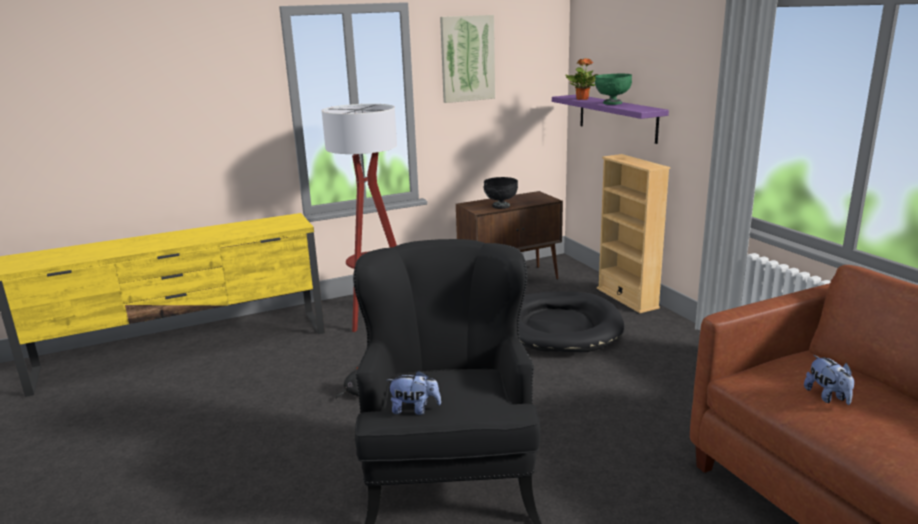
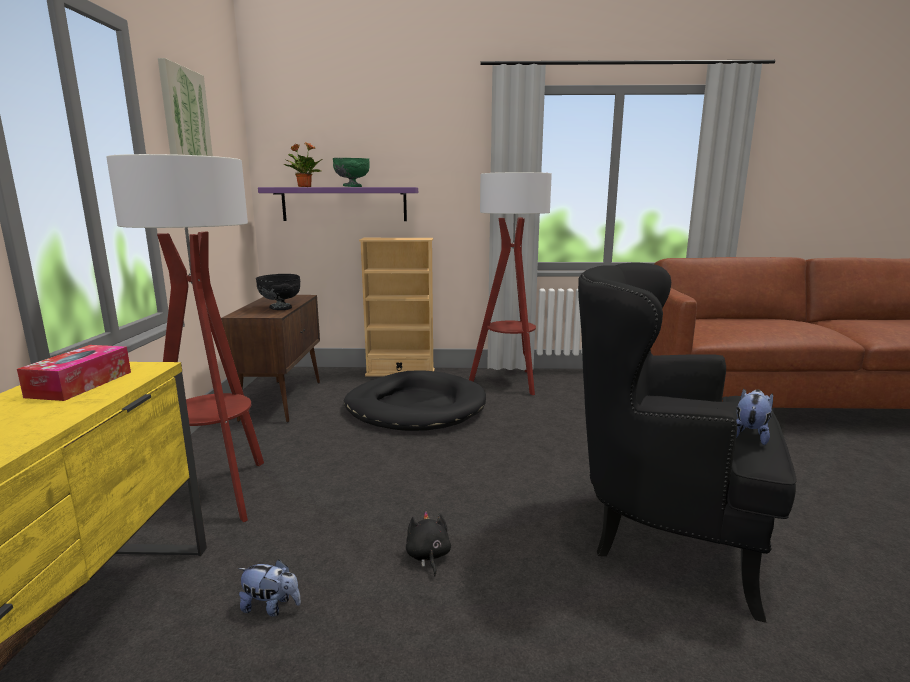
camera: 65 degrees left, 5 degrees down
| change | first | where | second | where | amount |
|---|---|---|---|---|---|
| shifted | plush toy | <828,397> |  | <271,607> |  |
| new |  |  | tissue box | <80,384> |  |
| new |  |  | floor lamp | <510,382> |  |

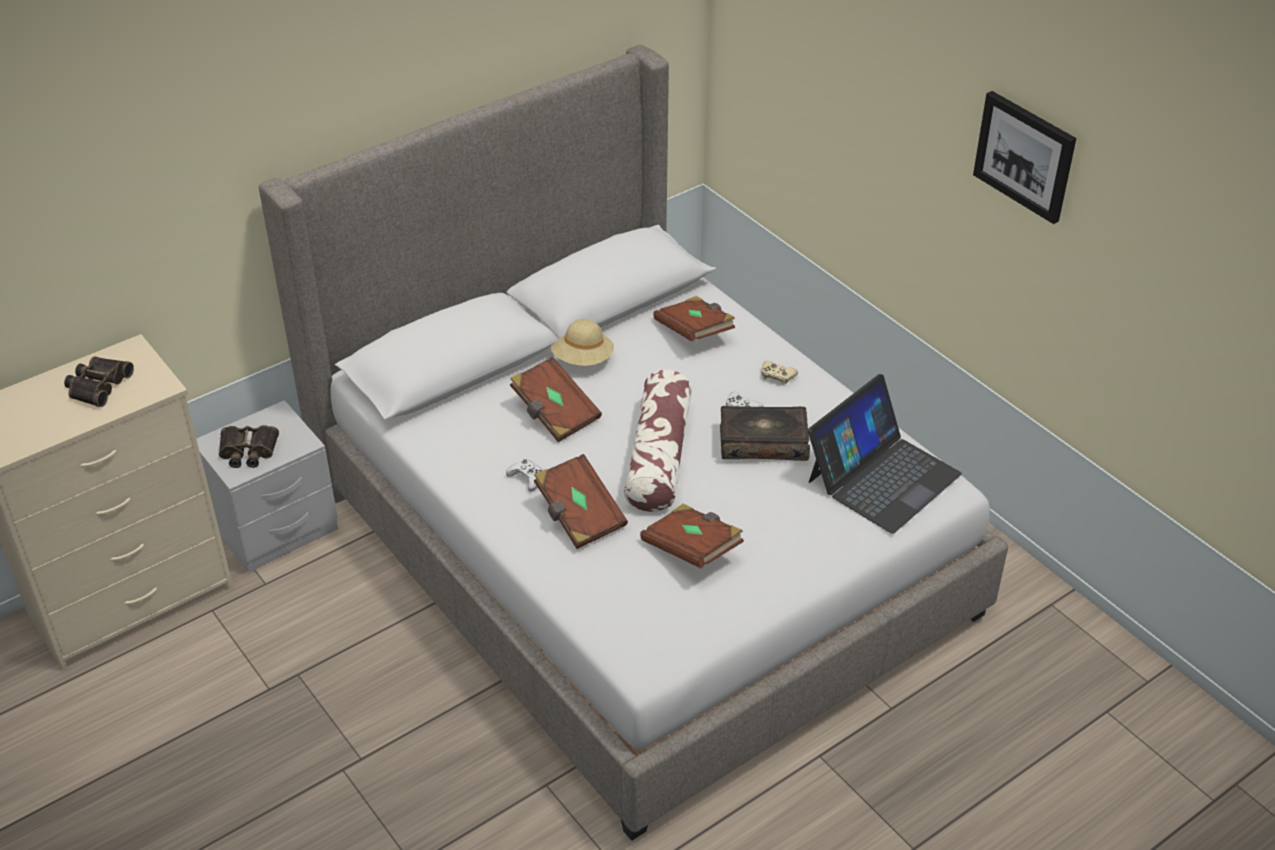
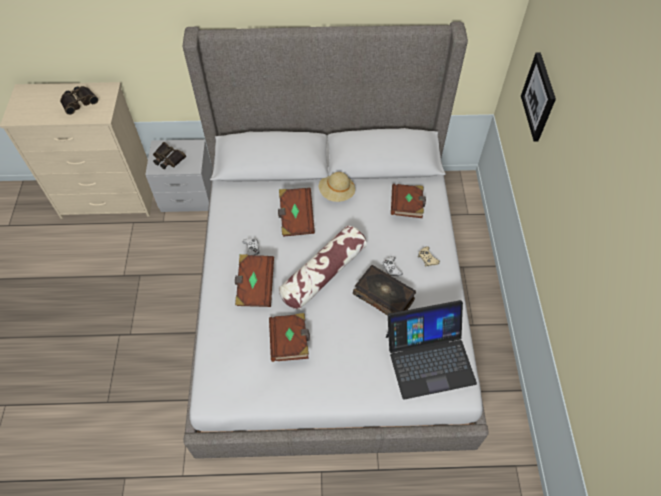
camera: 35 degrees right, 15 degrees up
| change | first | where | second | where | amount |
|---|---|---|---|---|---|
| shifted | picture | <1025,156> |  | <539,97> |  |

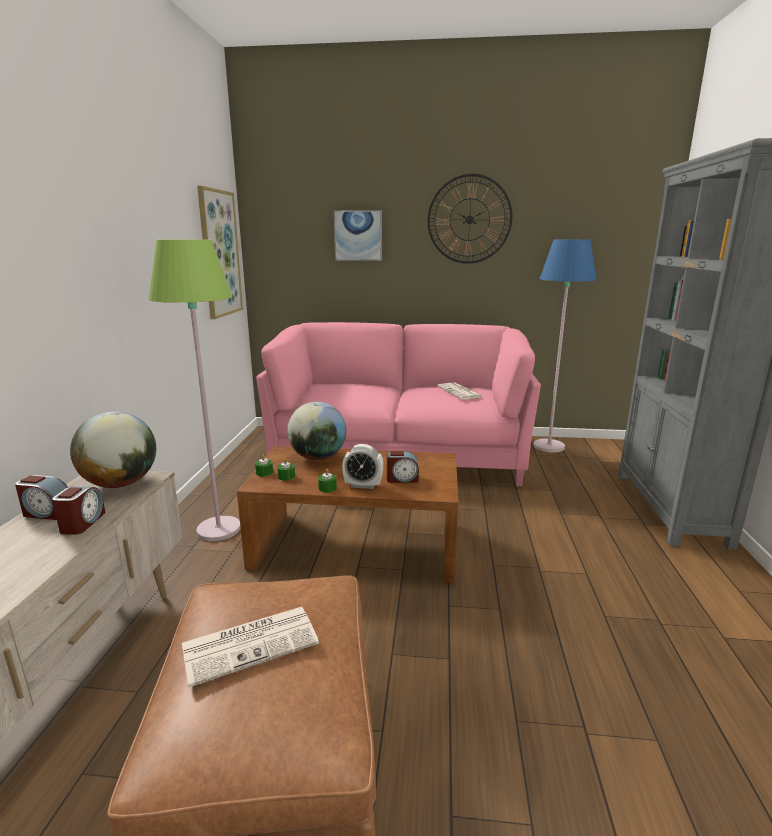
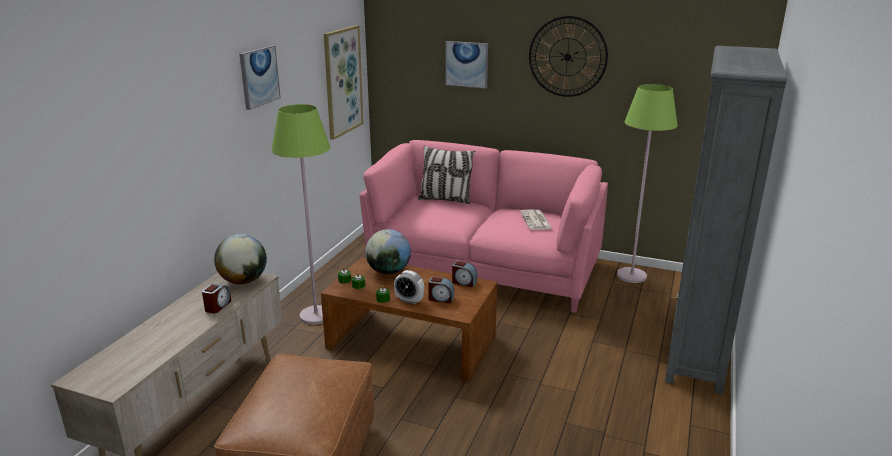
camera: 15 degrees right, 5 degrees up
| change | first | where | second | where | amount |
|---|---|---|---|---|---|
| shifted | alarm clock | <47,513> |  | <464,282> |  |
| gone | newspaper | <251,643> |  |  |  |
| repainted | floor lamp/blue | <549,446> | floor lamp/green | <631,276> |  |
| new |  |  | picture | <259,76> |  |
| new |  |  | pillow | <445,200> |  |

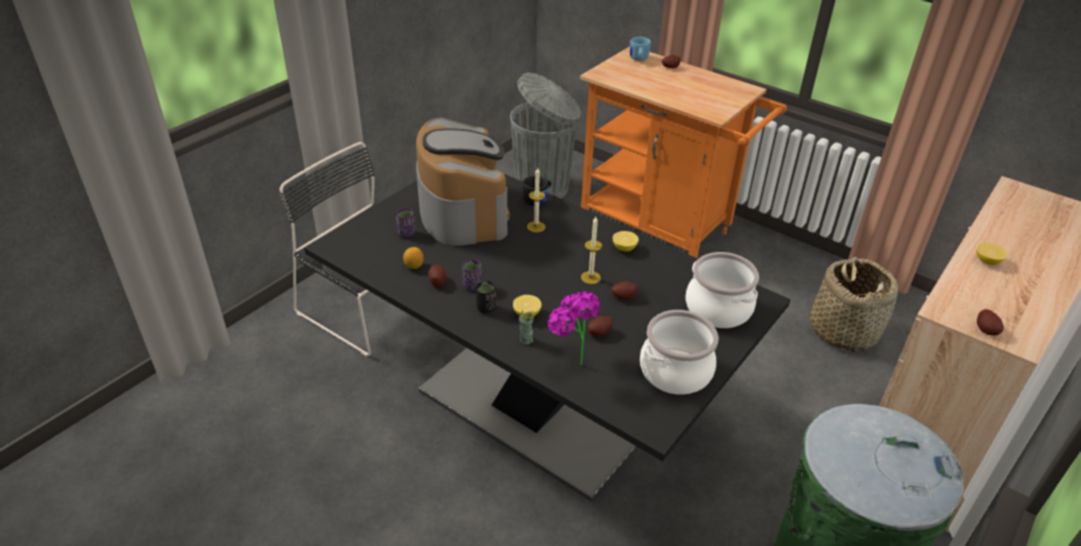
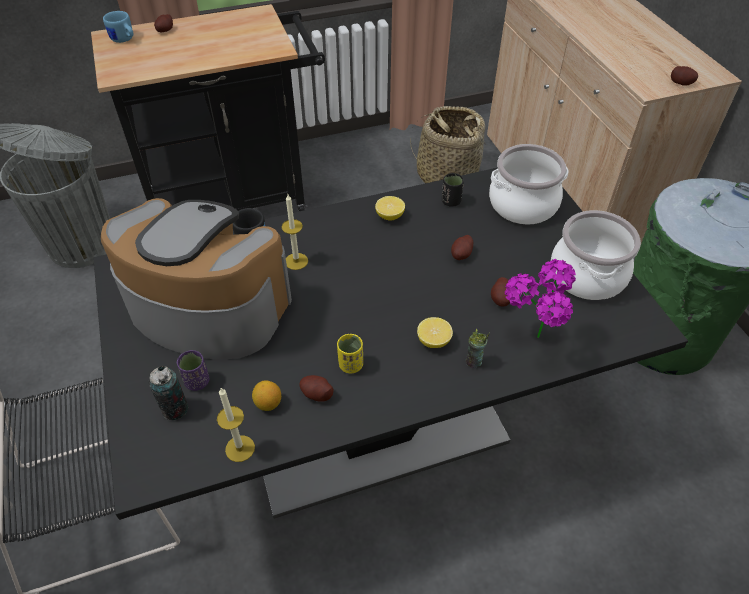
camera: 55 degrees left, 10 degrees up
| change | first | where | second | where | amount |
|---|---|---|---|---|---|
| repainted | cup/purple | <472,286> | cup/yellow | <350,365> |  |
| shifted | cup/black | <486,308> |  | <451,201> |  |
| repainted | cart/orange | <662,230> | cart/black | <238,200> |  |
| shifted | candle | <590,277> |  | <240,448> |  |
| gone | lemon | <987,261> |  |  |  |
| new |  |  | can | <175,409> |  |

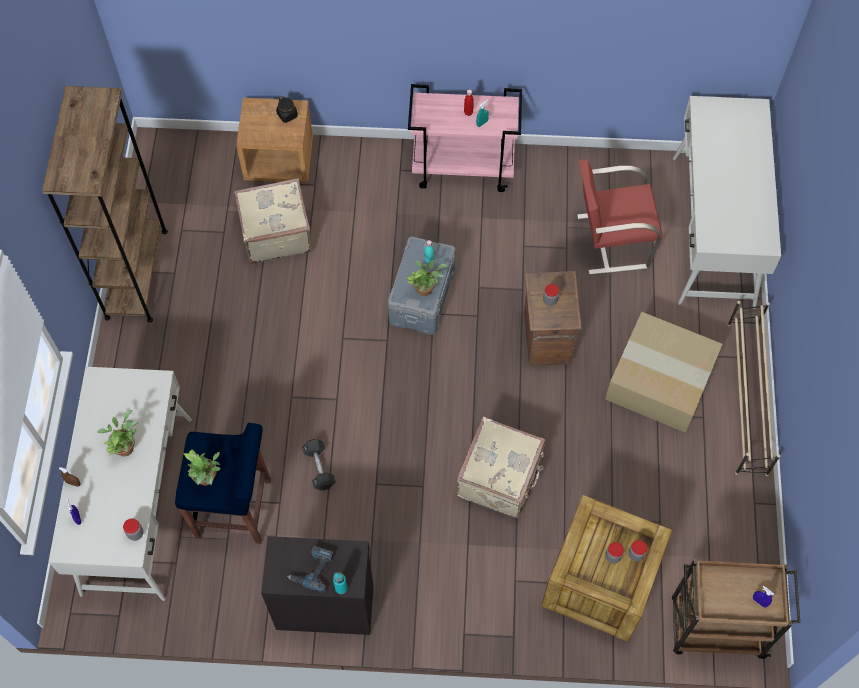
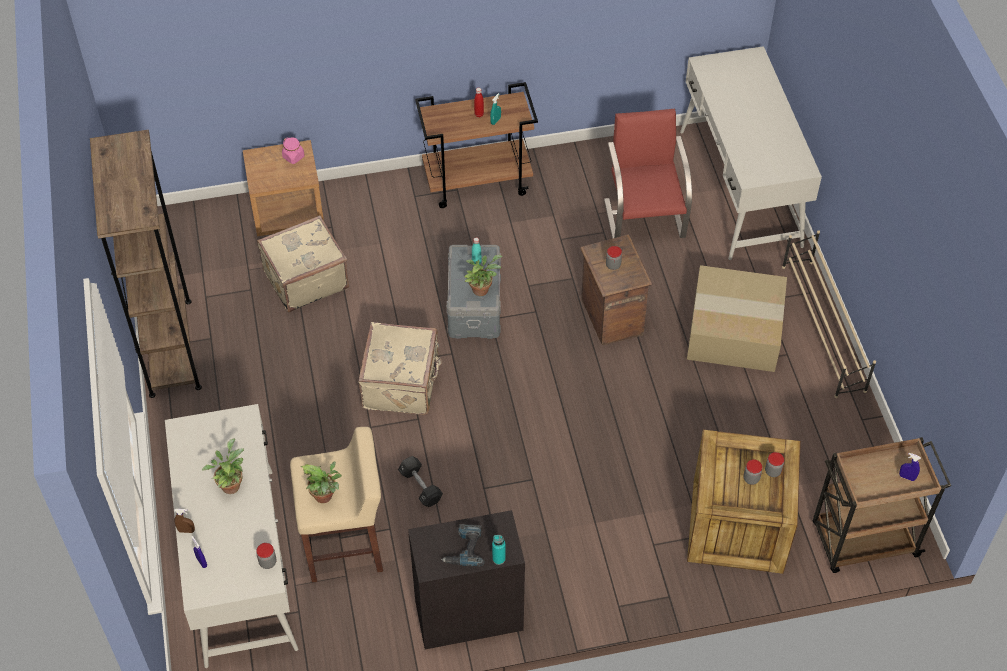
camera: 15 degrees left, 10 degrees down
| change | first | where | second | where | amount |
|---|---|---|---|---|---|
| repainted | stool/blue | <235,509> | stool/beige | <345,545> |  |
| repainted | jar/black | <287,115> | jar/pink | <293,157> |  |
| repainted | cart/pink | <464,168> | cart/brown | <478,181> |  |
| shifted | suitcase/beige | <501,477> |  | <402,383> |  |
| rotated | chair/red | <610,241> |  | <644,217> | 105 degrees clockwise |

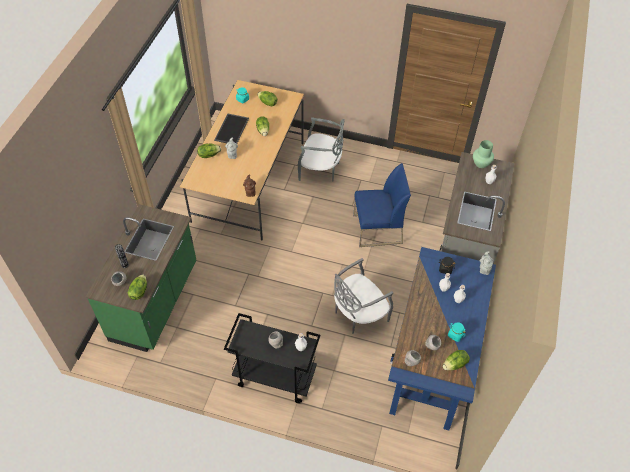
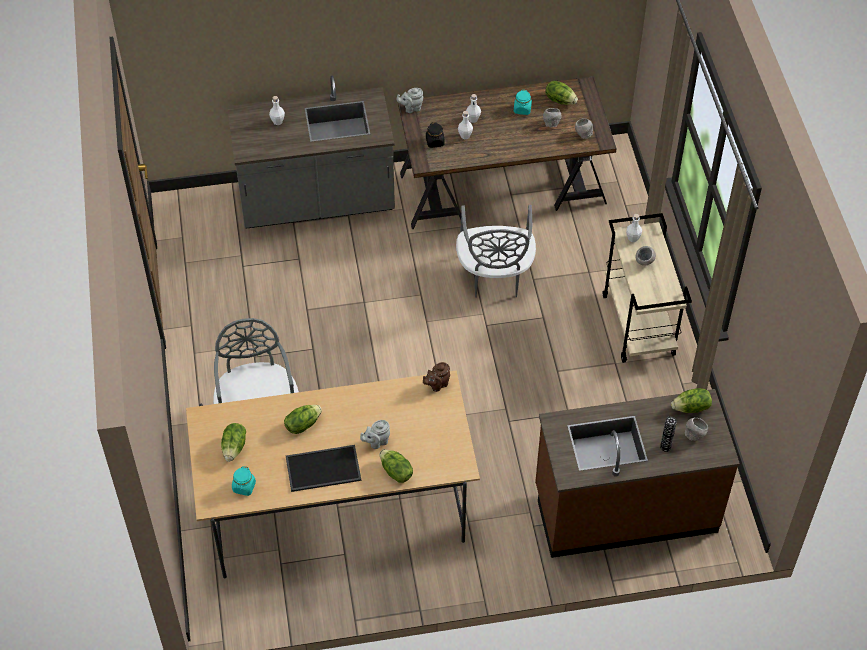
camera: 115 degrees left, 0 degrees up
| change | first | where | second | where | amount |
|---|---|---|---|---|---|
| repainted | counter/green | <155,302> | counter/brown | <625,509> |  |
| repainted | cart/black | <274,378> | cart/beige | <639,325> |  |
| rotated | chair/grey | <358,314> |  | <494,276> | 60 degrees clockwise |
| gone | chair/blue | <377,229> |  |  |  |
| repainted | desk/blue | <434,353> | desk/brown | <502,187> |  |
| gone | vase/green | <480,164> |  |  |  |

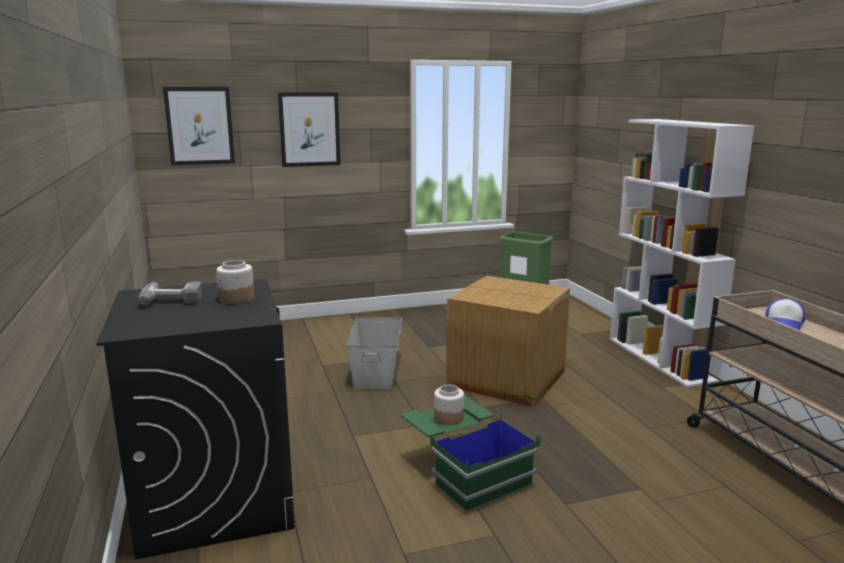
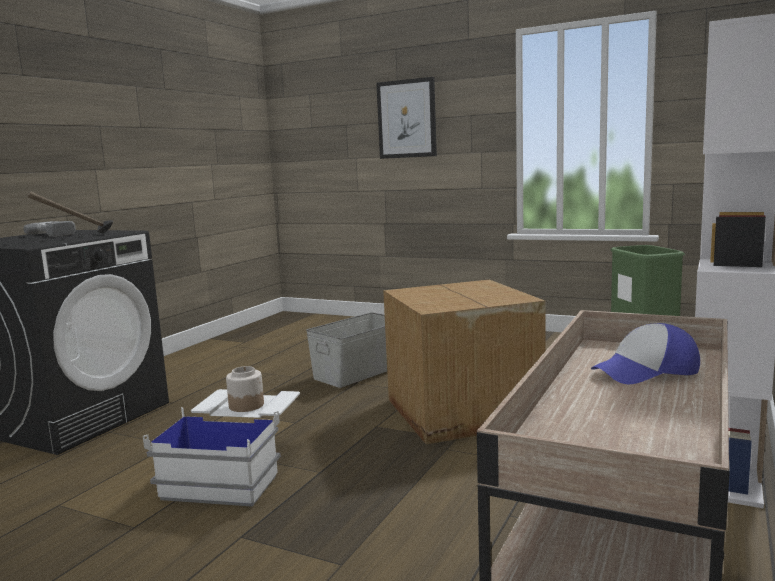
camera: 45 degrees right, 5 degrees down
| change | first | where | second | where | amount |
|---|---|---|---|---|---|
| gone | picture | <199,126> |  |  |  |
| swapped | jar | <236,299> | hammer | <78,237> |  |
| repainted | storage box/green | <465,471> | storage box/white | <236,470> |  |

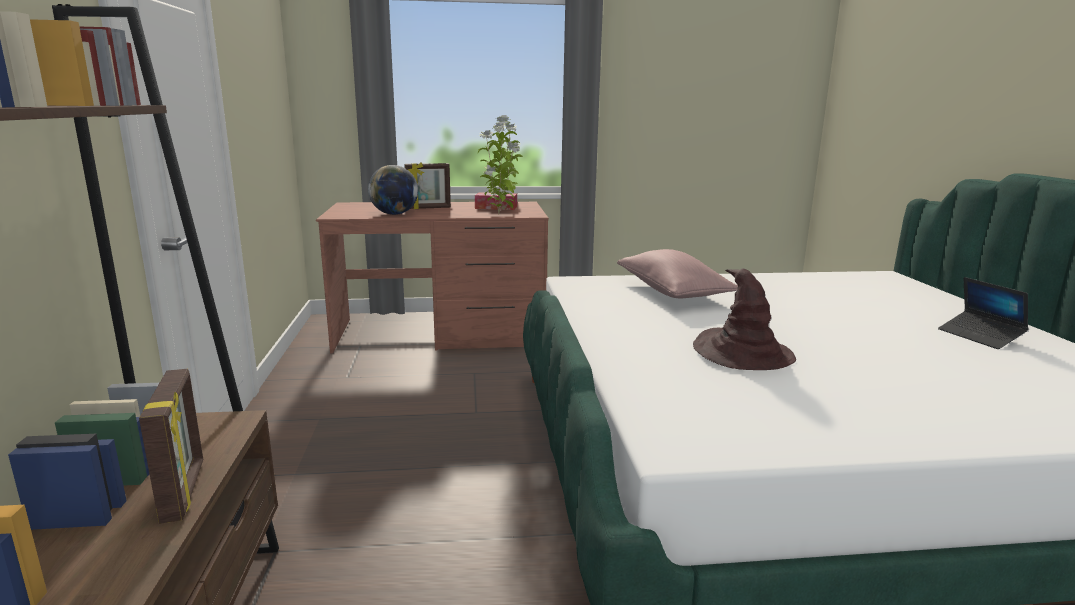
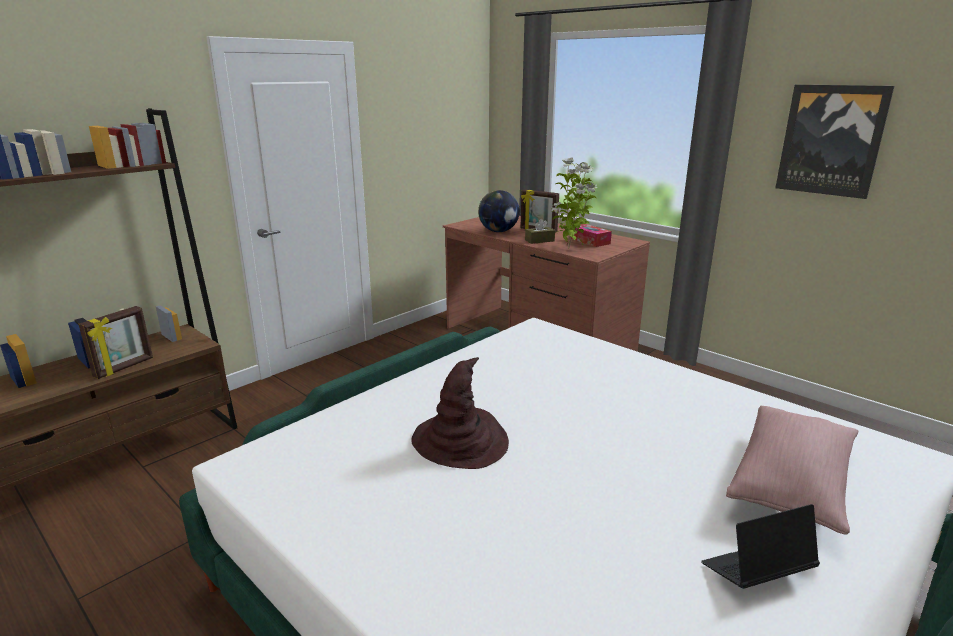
camera: 50 degrees right, 5 degrees up
| change | first | where | second | where | amount |
|---|---|---|---|---|---|
| shifted | pillow/pink | <672,292> |  | <791,483> |  |
| rotated | laptop | <980,336> |  | <756,572> | 45 degrees clockwise |
| new |  |  | tissue box/brown | <539,240> |  |
| new |  |  | picture | <831,140> |  |

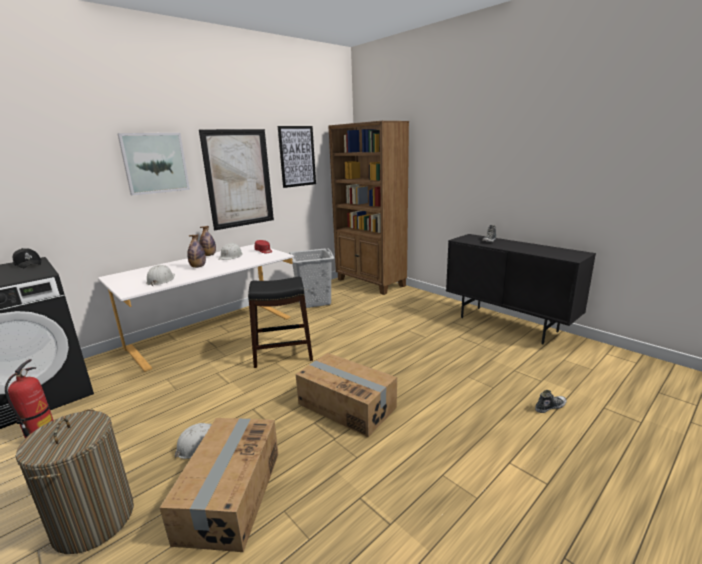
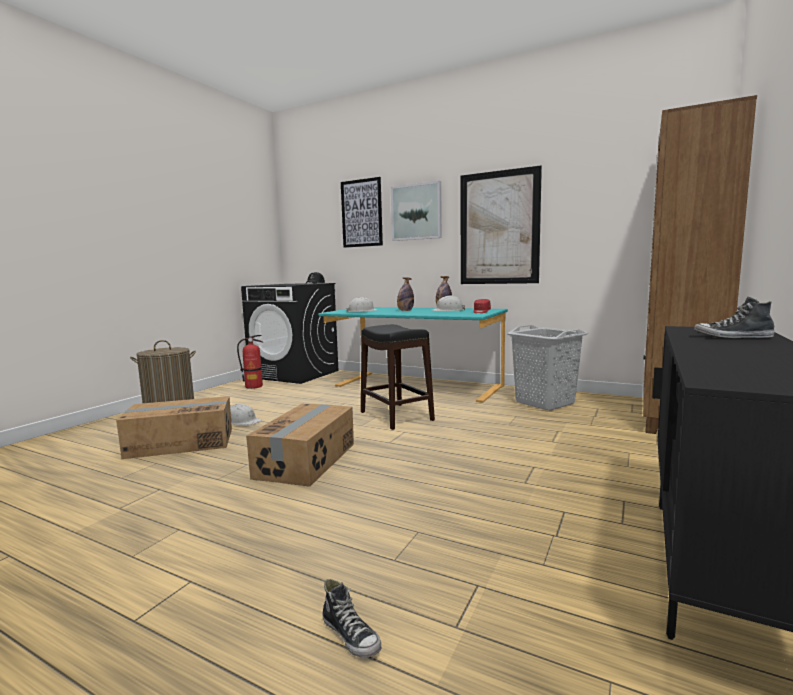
camera: 70 degrees right, 10 degrees down
| change | first | where | second | where | amount |
|---|---|---|---|---|---|
| repainted | desk/white | <214,333> | desk/turquoise | <414,387> |  |
| shifted | picture | <297,156> |  | <361,213> |  |

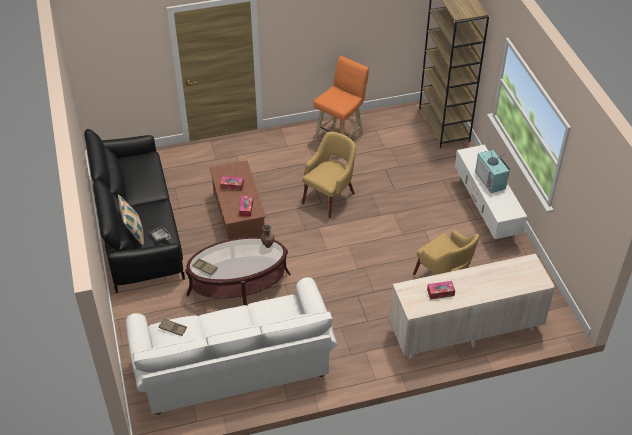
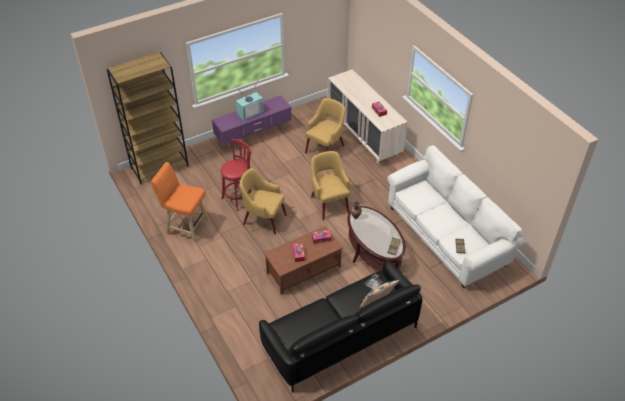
camera: 105 degrees left, 0 degrees up
| change | first | where | second | where | amount |
|---|---|---|---|---|---|
| repainted | tv stand/white | <485,212> | tv stand/purple | <254,136> |  |
| new |  |  | stool/red | <238,198> |  |
| new |  |  | armchair/yellow | <329,203> |  |

